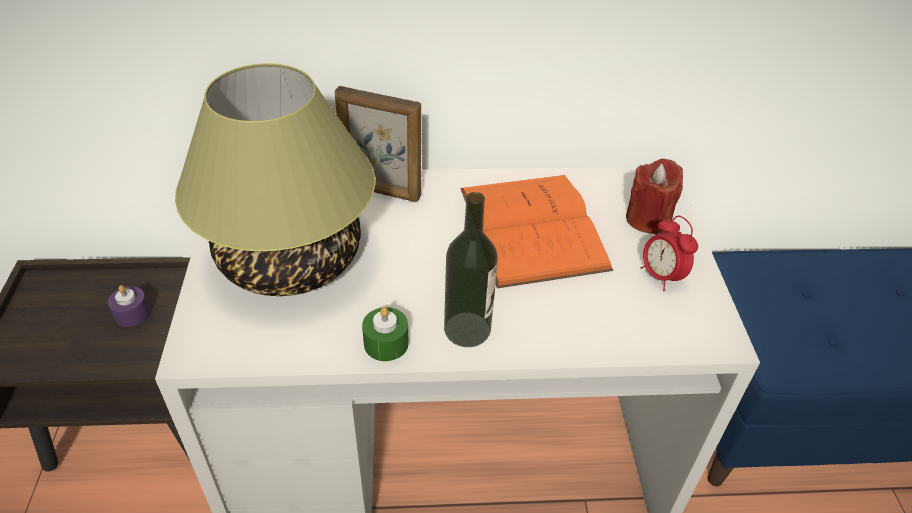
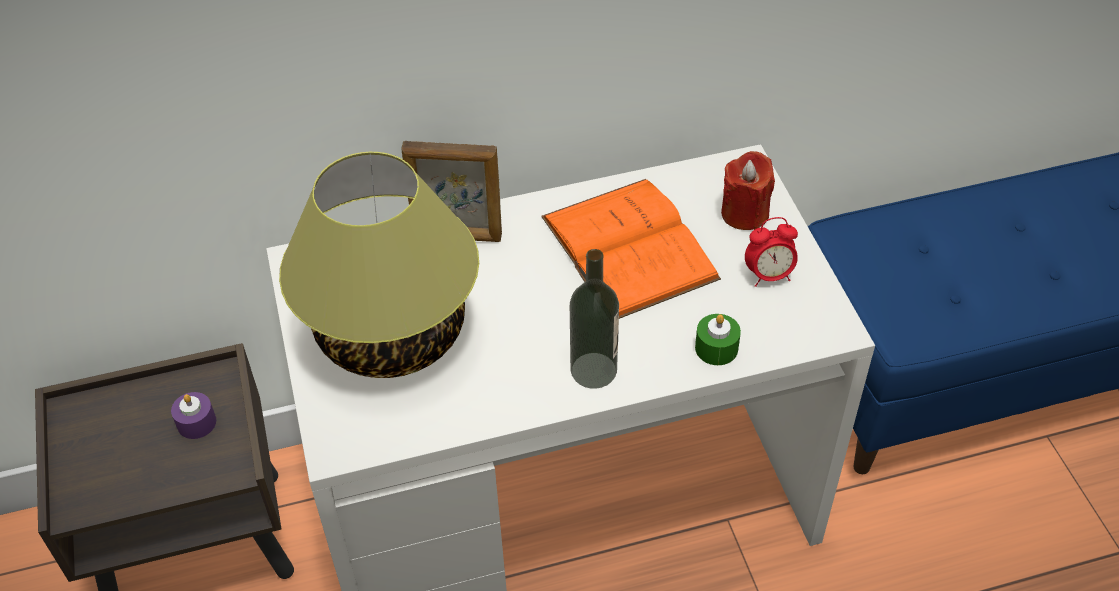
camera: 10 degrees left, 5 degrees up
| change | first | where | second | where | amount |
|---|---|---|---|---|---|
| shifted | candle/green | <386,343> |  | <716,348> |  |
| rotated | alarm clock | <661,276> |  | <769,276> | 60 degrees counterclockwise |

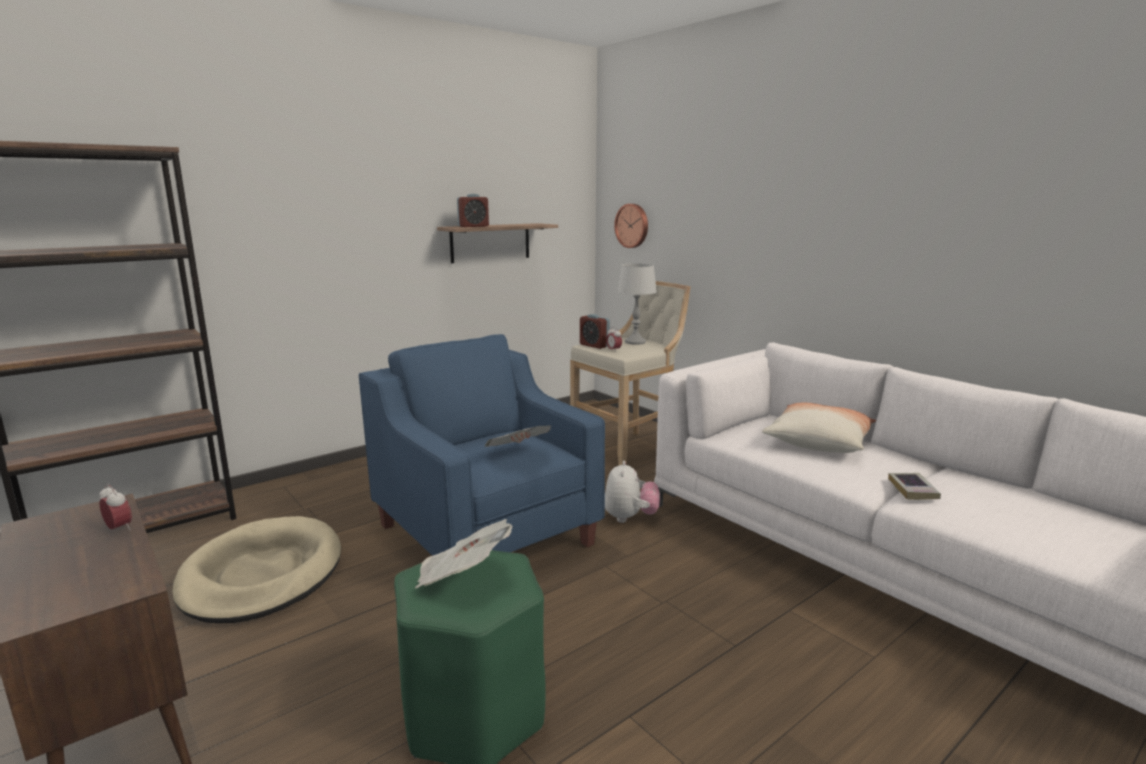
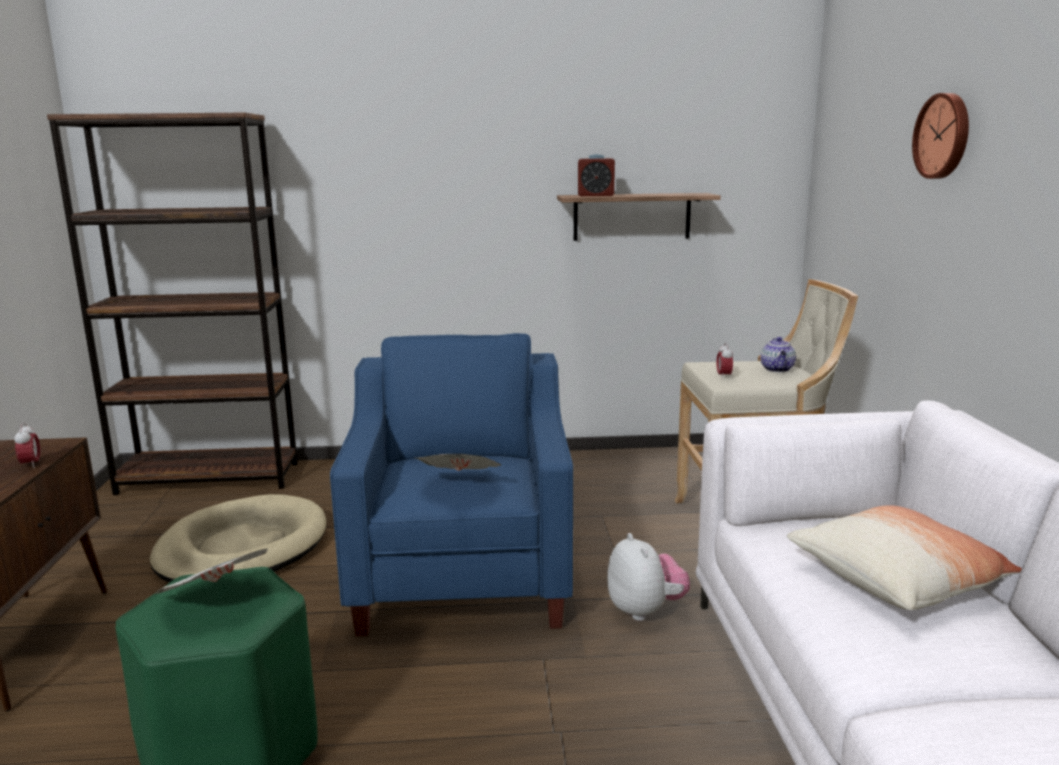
camera: 35 degrees right, 0 degrees up
| change | first | where | second | where | amount |
|---|---|---|---|---|---|
| gone | alarm clock | <594,345> |  |  |  |
| rotated | plush toy | <630,518> |  | <645,610> | 60 degrees counterclockwise |
| shifted | wall clock | <632,225> |  | <944,136> |  |
| swapped | table lamp/grey | <635,342> | teapot | <777,369> |  |
| gone | book | <912,490> |  |  |  |

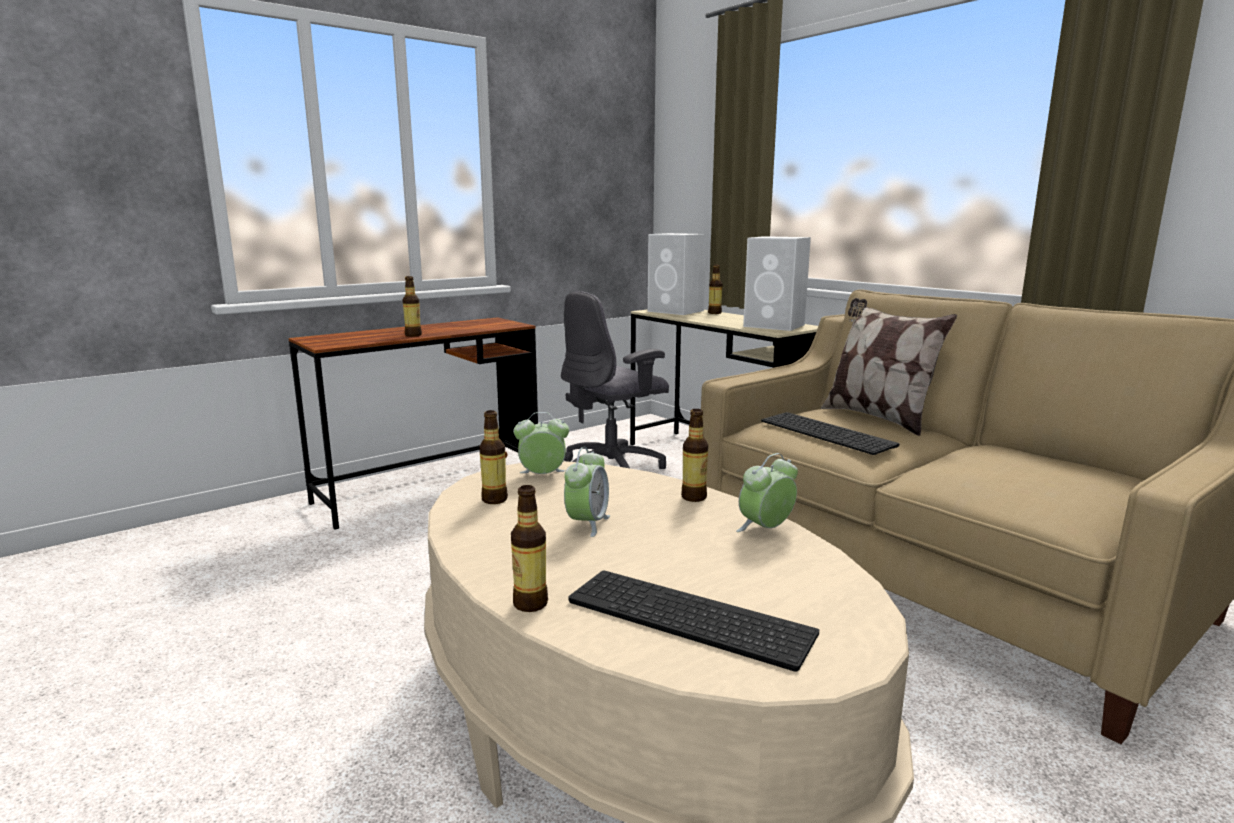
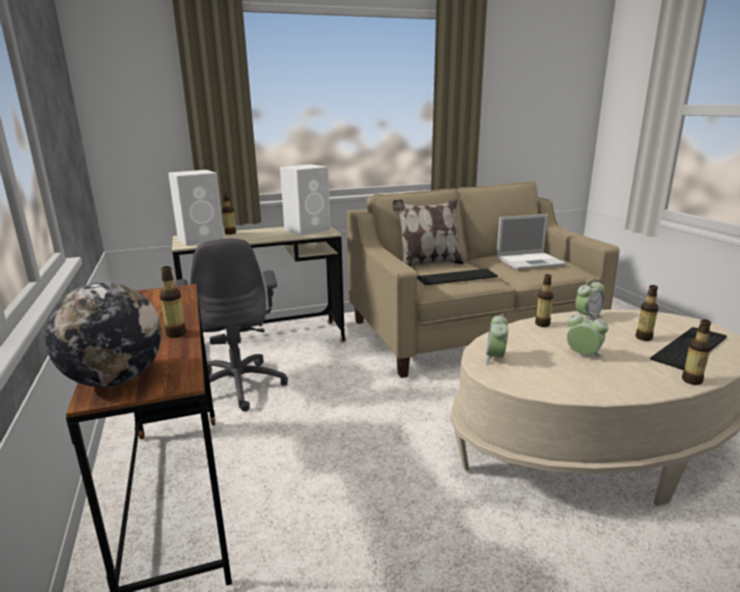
camera: 70 degrees left, 5 degrees up
| change | first | where | second | where | amount |
|---|---|---|---|---|---|
| shifted | bottle | <494,499> |  | <643,338> |  |
| rotated | alarm clock | <766,529> |  | <587,317> | 105 degrees counterclockwise |
| new |  |  | globe | <115,380> |  |
| new |  |  | laptop | <531,261> |  |

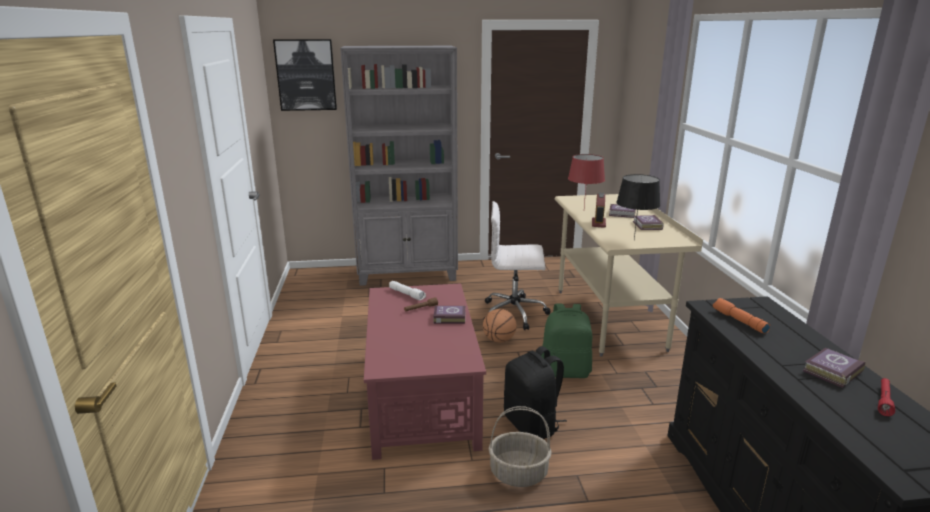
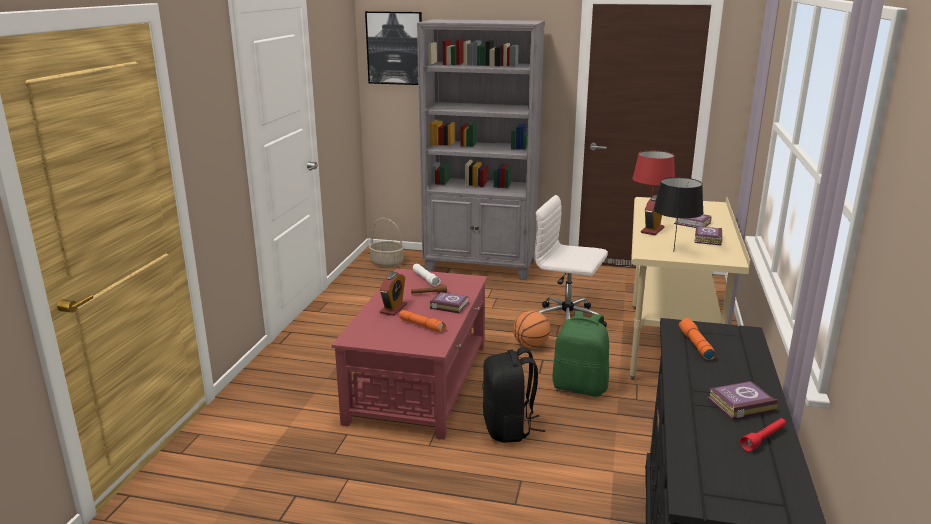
camera: 20 degrees right, 0 degrees up
| change | first | where | second | where | amount |
|---|---|---|---|---|---|
| shifted | basket | <519,473> |  | <387,263> |  |
| new |  |  | alarm clock | <393,309> |  |
| new |  |  | flashlight/orange | <422,325> |  |

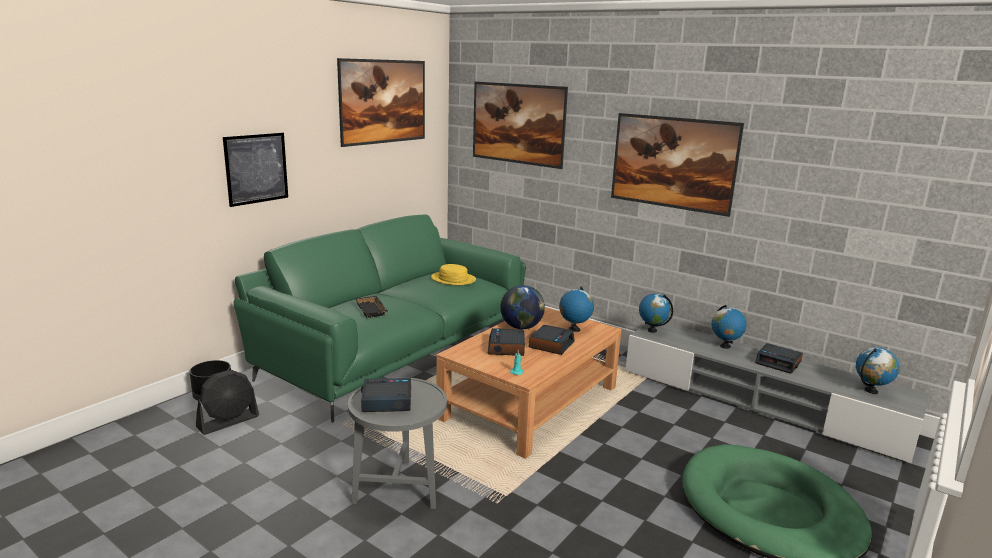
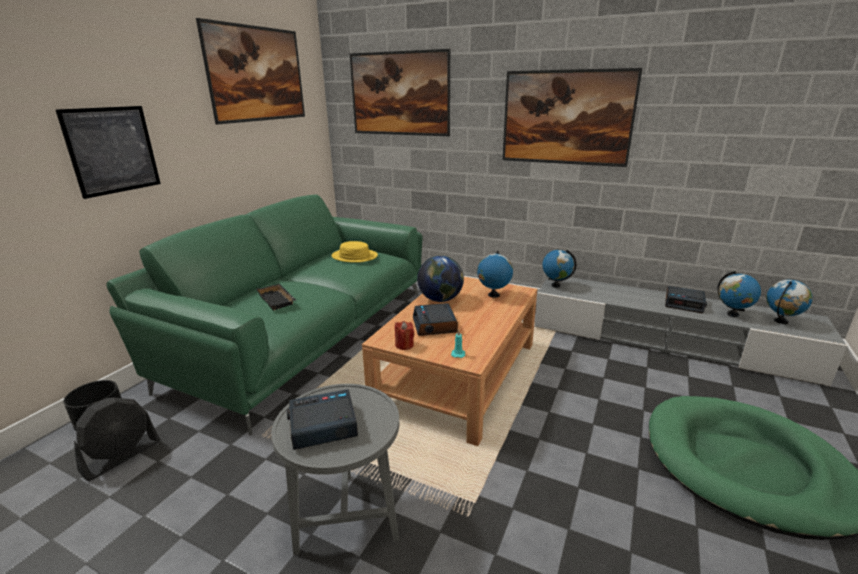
camera: 10 degrees left, 5 degrees up
| change | first | where | second | where | amount |
|---|---|---|---|---|---|
| gone | alarm clock | <551,344> |  |  |  |
| shifted | globe | <725,346> |  | <732,314> |  |
| new |  |  | candle/red | <404,345> |  |

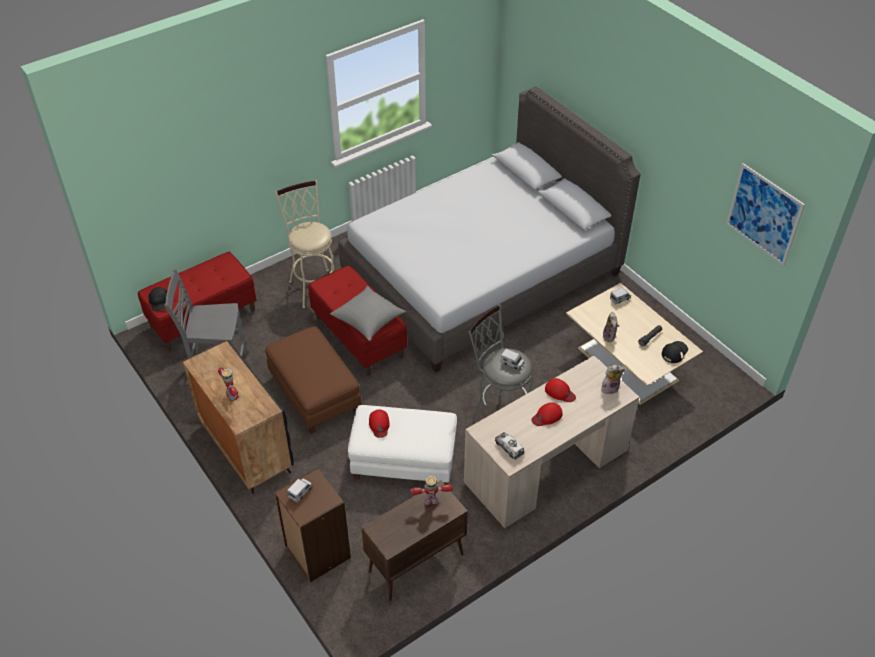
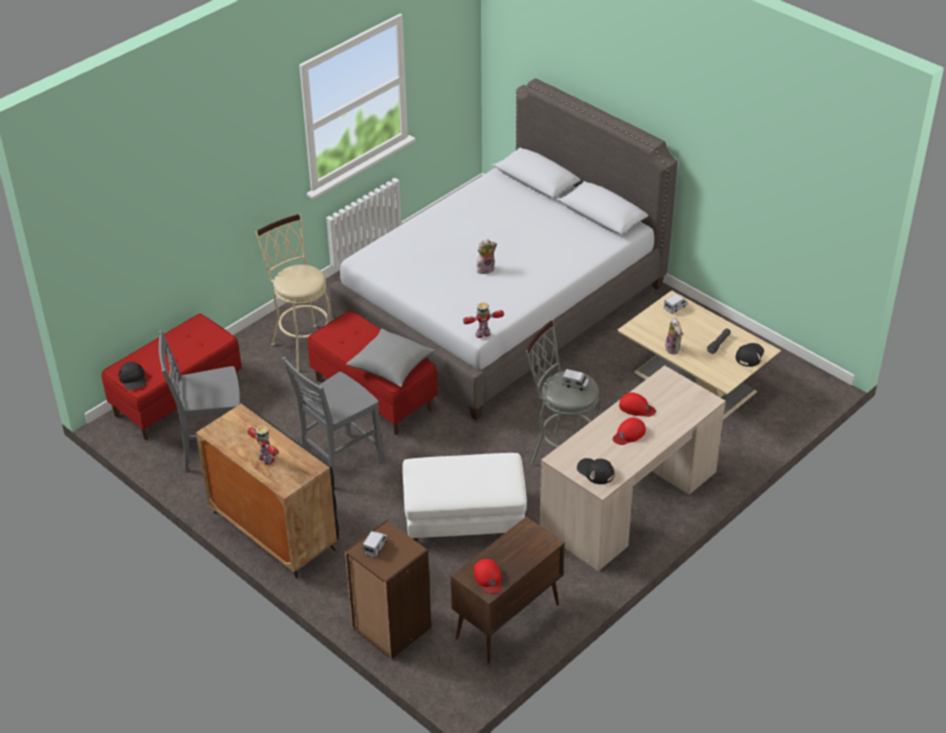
camera: 10 degrees left, 5 degrees down
| change | first | where | second | where | amount |
|---|---|---|---|---|---|
| swapped | ottoman/brown | <314,393> | chair/grey | <338,462> |  |
| shifted | cap/red | <379,425> |  | <488,578> |  |
| shifted | toy robot | <431,501> |  | <483,334> |  |
| swapped | toy truck | <509,448> | cap/black | <595,471> |  |
| shifted | plush toy | <610,388> |  | <485,268> |  |
| gone | picture | <764,214> |  |  |  |

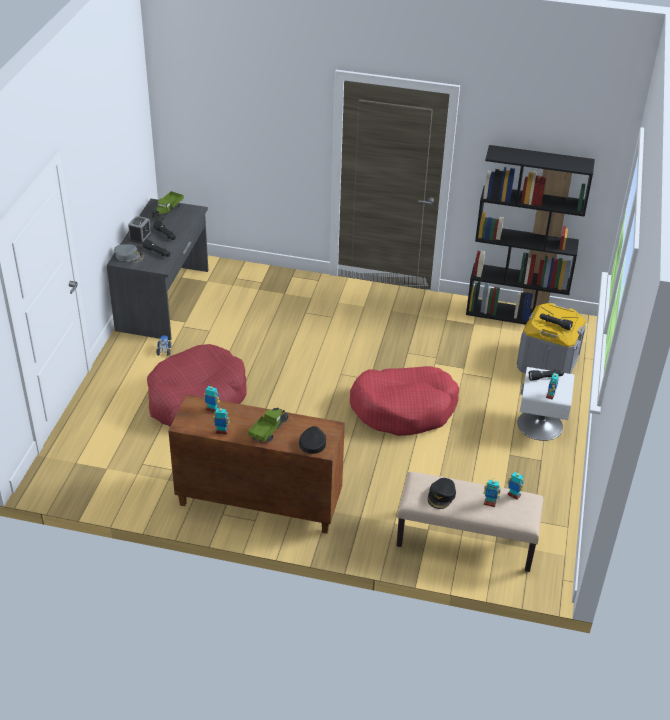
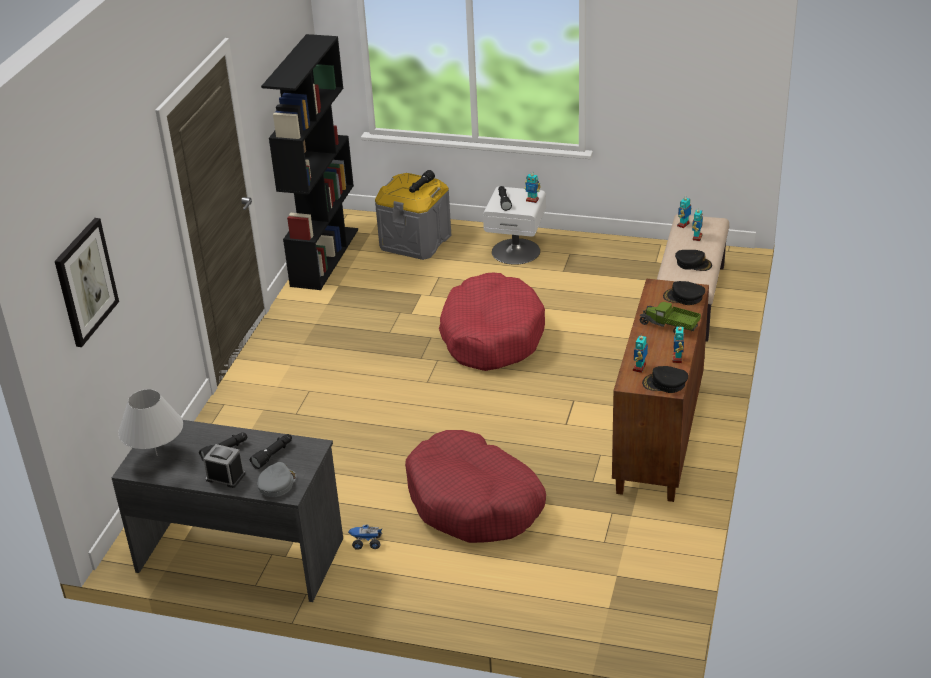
camera: 85 degrees left, 5 degrees down
| change | first | where | second | where | amount |
|---|---|---|---|---|---|
| swapped | toy truck | <167,211> | table lamp/white | <156,455> |  |
| new |  |  | picture | <85,282> |  |
| new |  |  | cap/black | <665,383> |  |

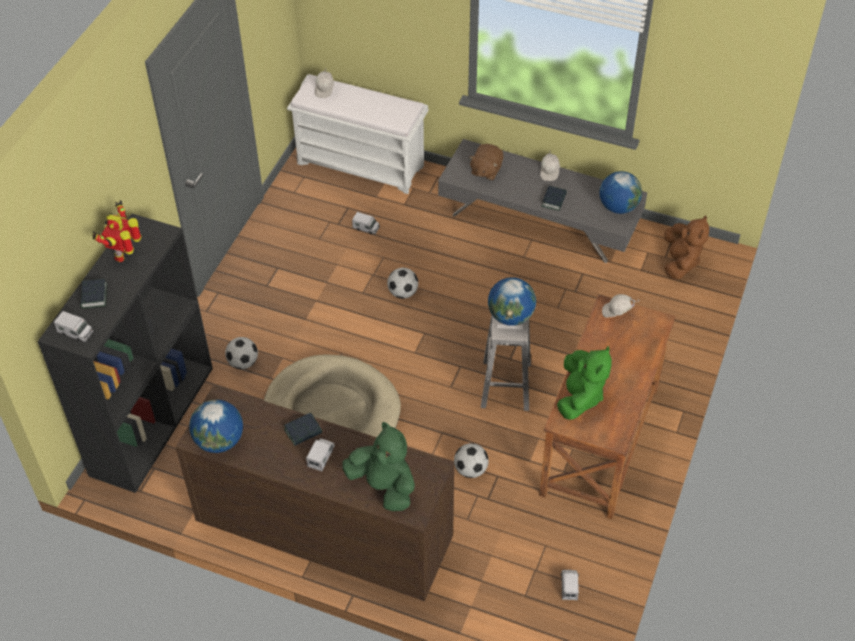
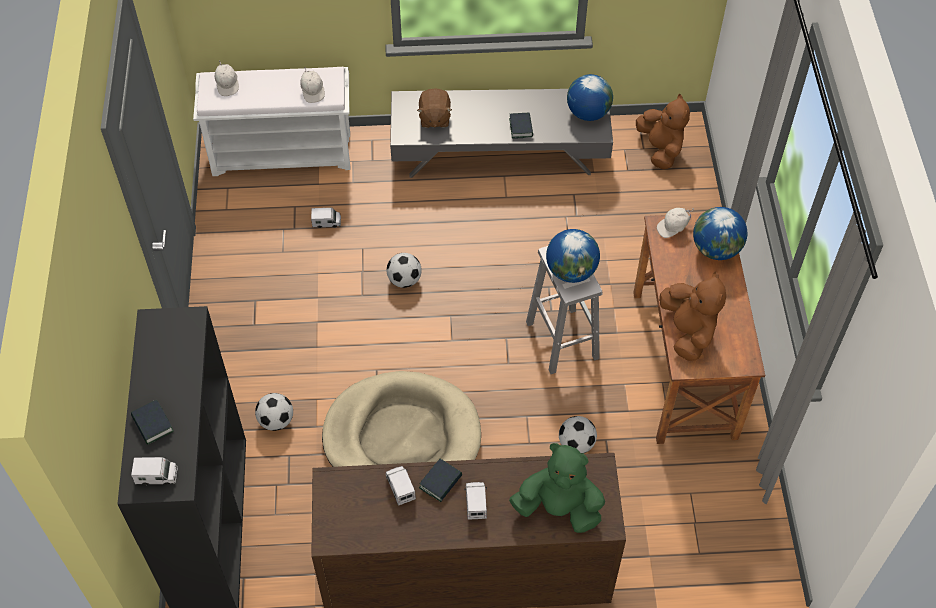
camera: 25 degrees left, 5 degrees up
| change | first | where | second | where | amount |
|---|---|---|---|---|---|
| gone | toy robot | <124,254> |  |  |  |
| shifted | globe | <219,441> |  | <716,249> |  |
| shifted | cap/white | <549,172> |  | <313,91> |  |
| repainted | plush toy/green | <580,397> | plush toy/brown | <688,332> |  |
| shifted | toy truck | <569,586> |  | <400,487> |  |

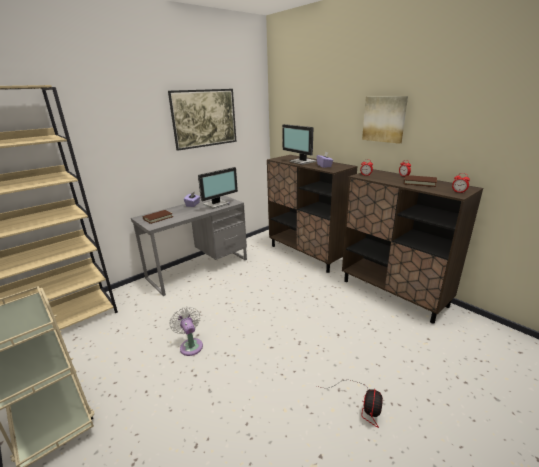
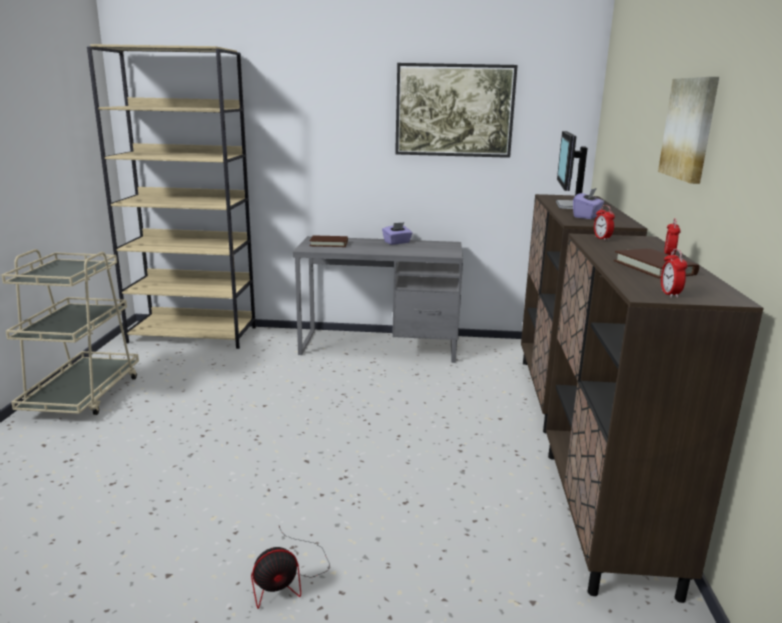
camera: 45 degrees right, 5 degrees down
| change | first | where | second | where | amount |
|---|---|---|---|---|---|
| gone | fan/white | <190,345> |  |  |  |
| gone | monitor | <217,204> |  |  |  |

